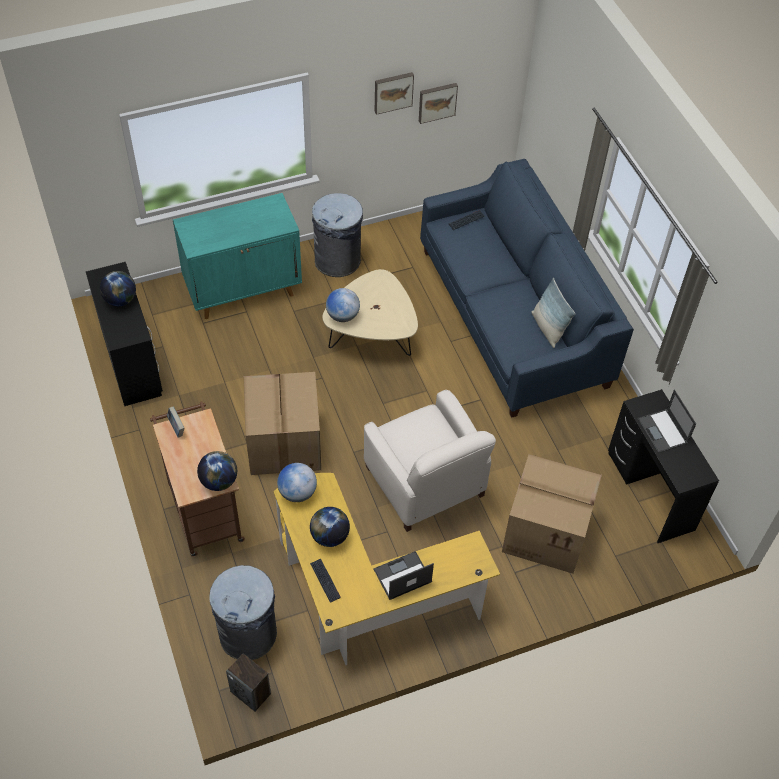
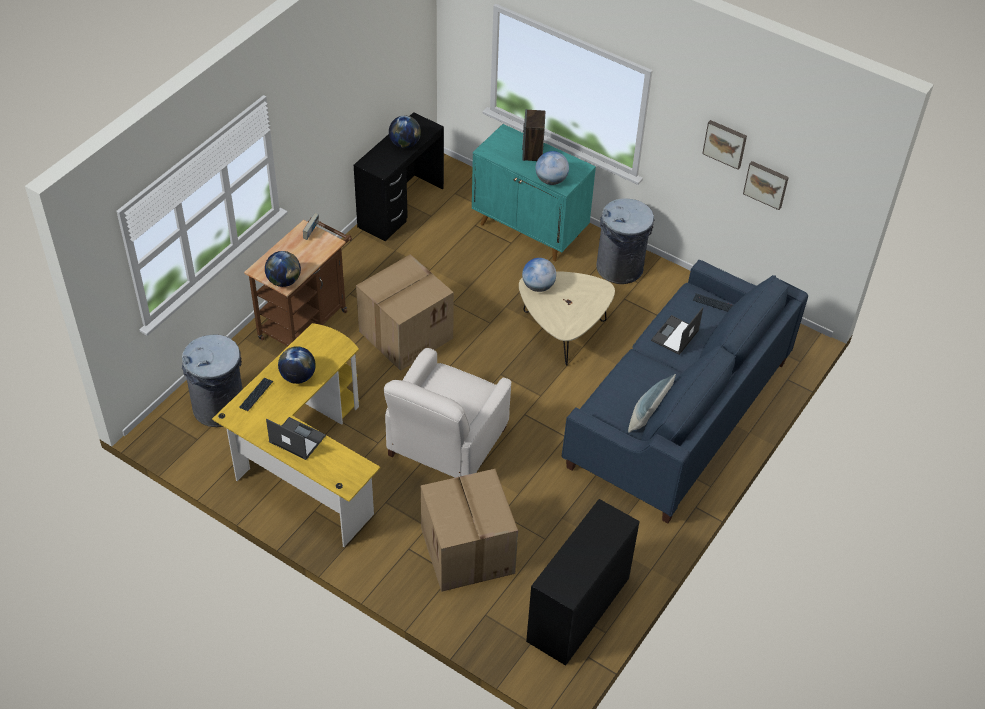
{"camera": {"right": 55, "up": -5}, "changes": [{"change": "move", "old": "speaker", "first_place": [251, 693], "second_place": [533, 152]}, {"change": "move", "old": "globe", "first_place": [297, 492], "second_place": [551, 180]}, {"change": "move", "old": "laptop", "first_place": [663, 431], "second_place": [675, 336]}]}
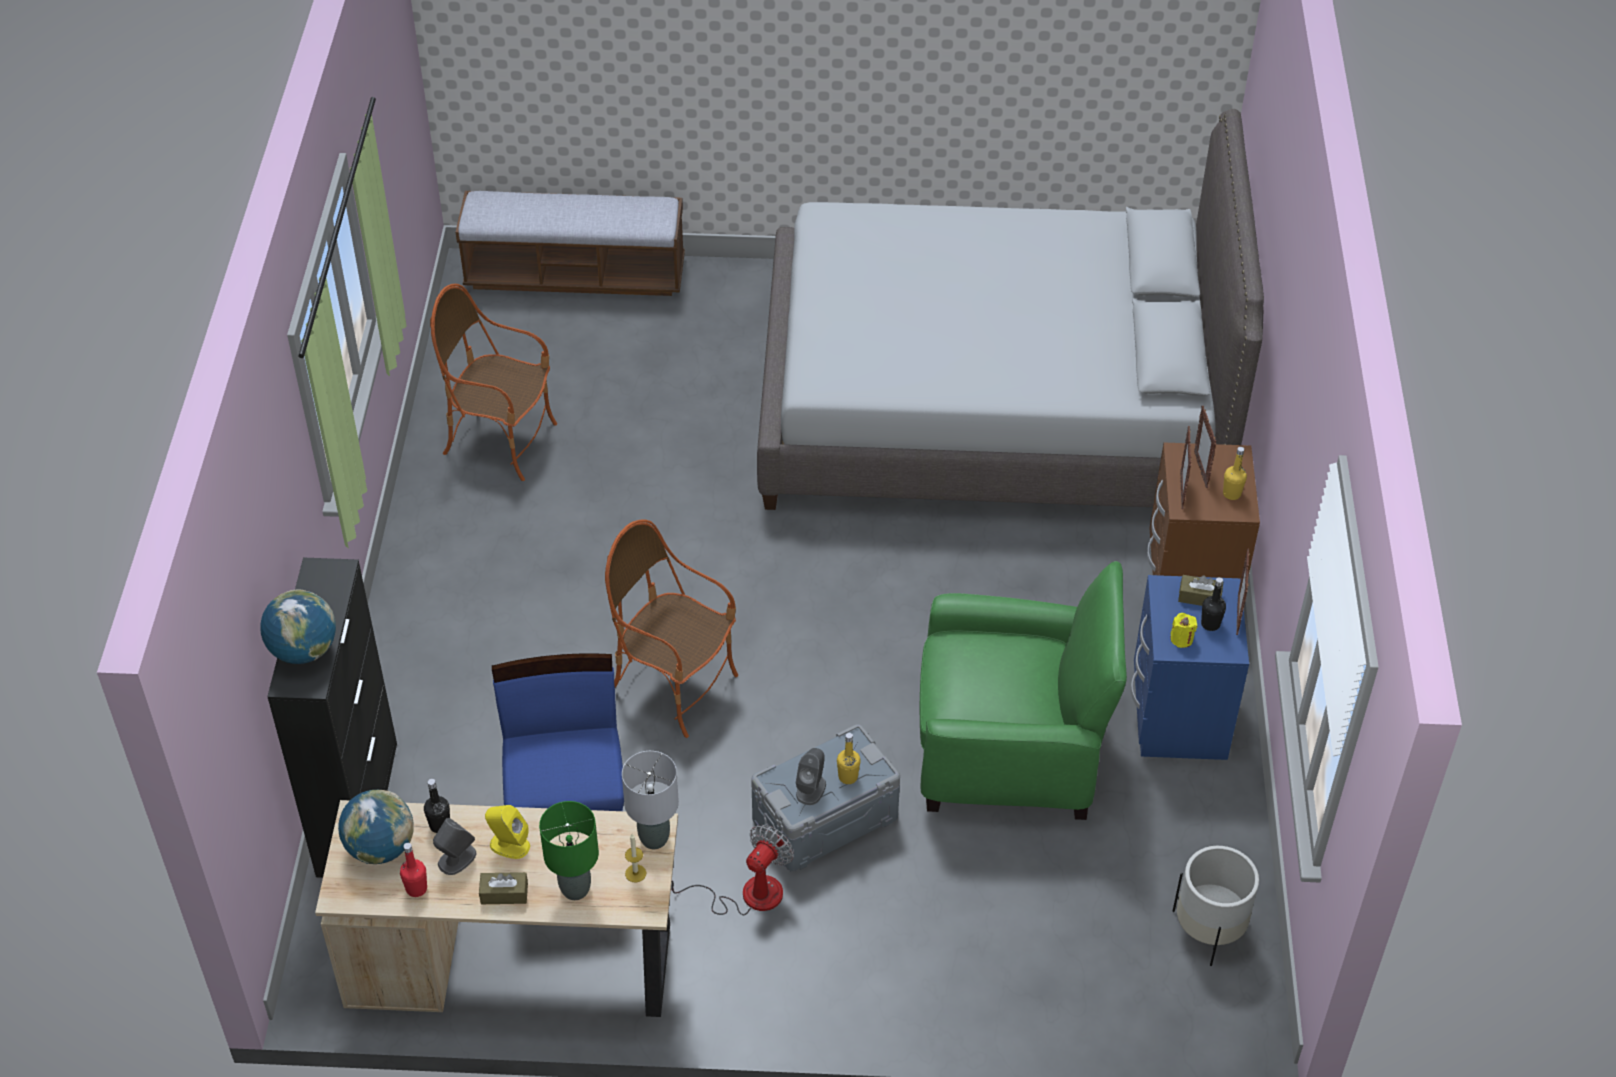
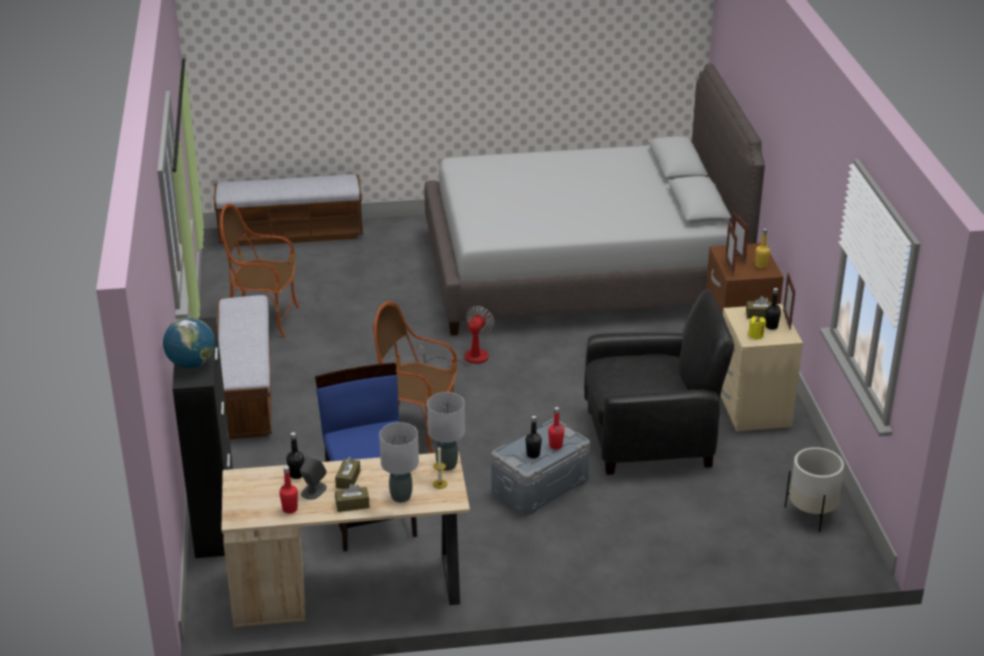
{"camera": {"right": -10, "up": -15}, "changes": [{"change": "delete", "old": "globe", "first_place": [381, 848]}, {"change": "insert", "new": "bench", "second_place": [247, 392]}, {"change": "move", "old": "fan", "first_place": [746, 894], "second_place": [467, 358]}, {"change": "replace", "old": "speaker in yellow", "new": "tissue box in brown", "first_place": [509, 845], "second_place": [348, 479]}, {"change": "replace", "old": "speaker in grey", "new": "bottle in black", "first_place": [811, 789], "second_place": [533, 454]}, {"change": "recolor", "old": "table lamp in green", "new": "table lamp in grey", "first_place": [575, 889], "second_place": [401, 497]}, {"change": "recolor", "old": "bottle in yellow", "new": "bottle in red", "first_place": [848, 777], "second_place": [555, 446]}, {"change": "recolor", "old": "armchair in green", "new": "armchair in black", "first_place": [1010, 750], "second_place": [651, 438]}, {"change": "recolor", "old": "nightstand in blue", "new": "nightstand in beige", "first_place": [1177, 715], "second_place": [752, 408]}]}
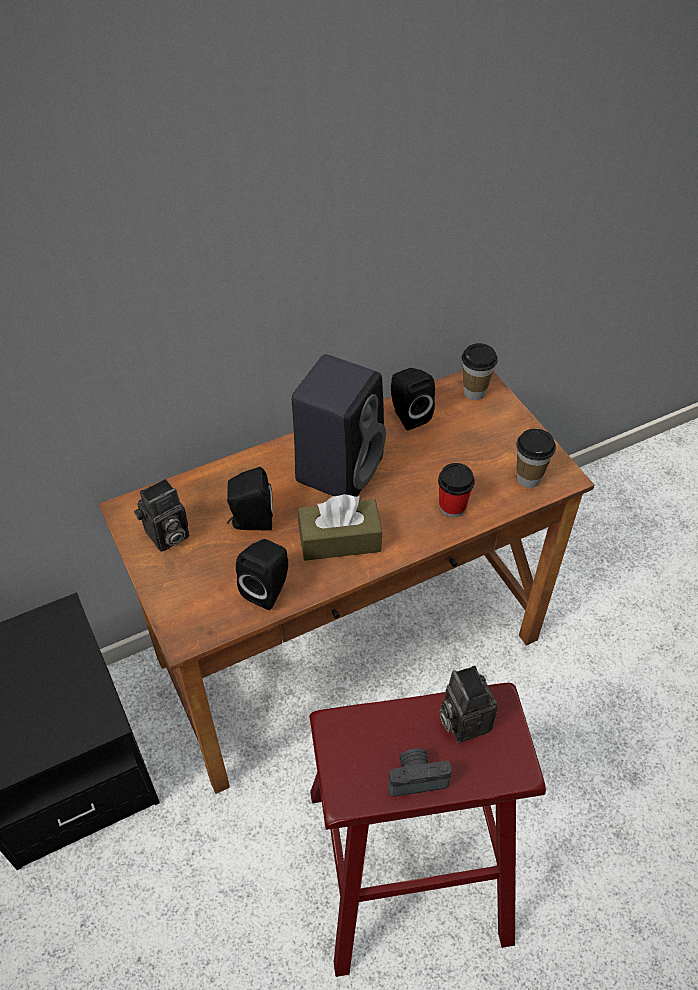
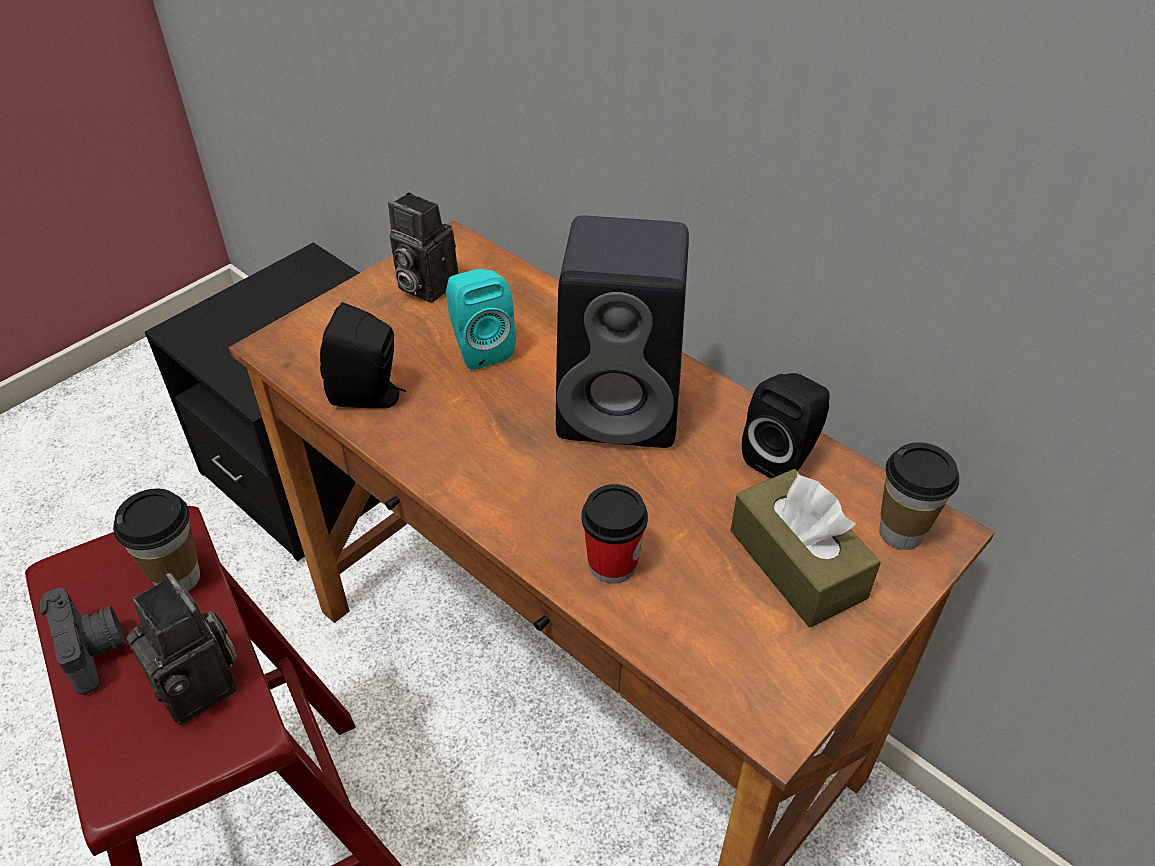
{"camera": {"right": 70, "up": -5}, "changes": [{"change": "move", "old": "tissue box in brown", "first_place": [340, 540], "second_place": [797, 564]}, {"change": "move", "old": "cup", "first_place": [528, 478], "second_place": [178, 578]}, {"change": "recolor", "old": "speaker in black", "new": "speaker in turquoise", "first_place": [250, 521], "second_place": [479, 348]}, {"change": "rotate", "old": "photo camera", "first_place": [462, 719], "second_place": [202, 686], "degrees": 90}]}
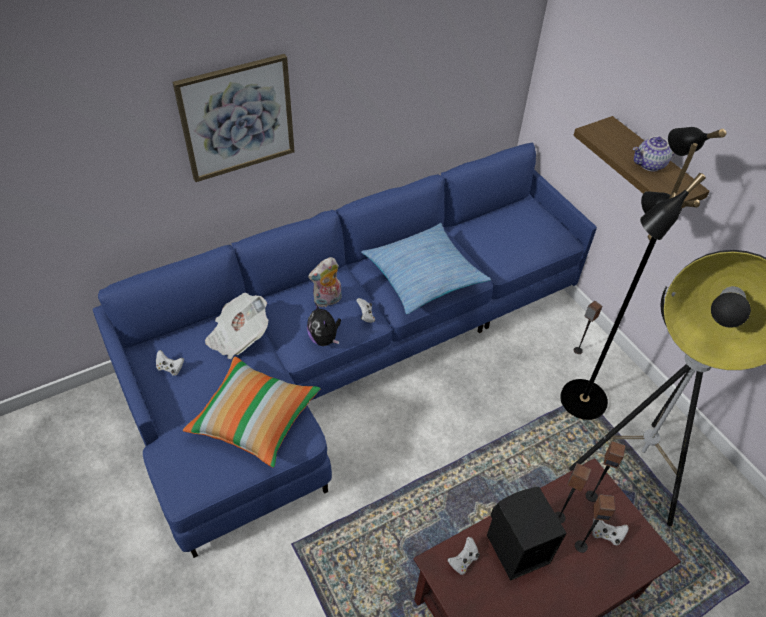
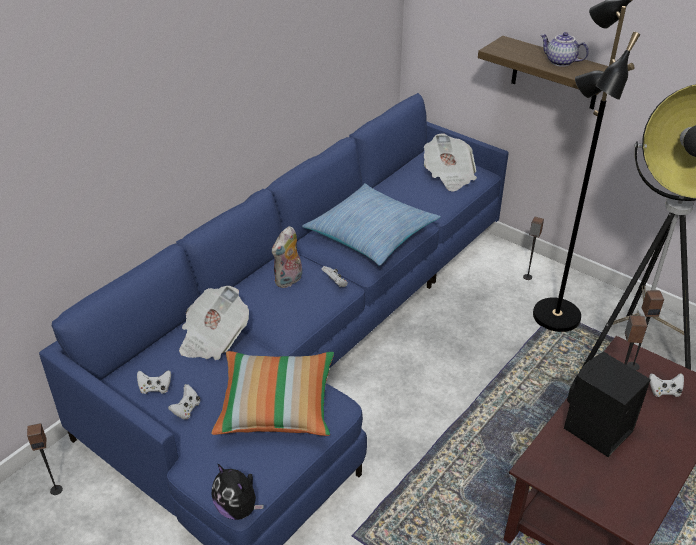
{"camera": {"right": -20, "up": -10}, "changes": [{"change": "delete", "old": "picture", "first_place": [237, 118]}, {"change": "insert", "new": "newspaper", "second_place": [449, 175]}, {"change": "move", "old": "plush toy", "first_place": [324, 339], "second_place": [238, 508]}, {"change": "move", "old": "game controller in white", "first_place": [463, 560], "second_place": [186, 409]}, {"change": "move", "old": "speaker", "first_place": [581, 546], "second_place": [56, 489]}, {"change": "rotate", "old": "teapot", "first_place": [650, 165], "second_place": [560, 62], "degrees": 75}]}
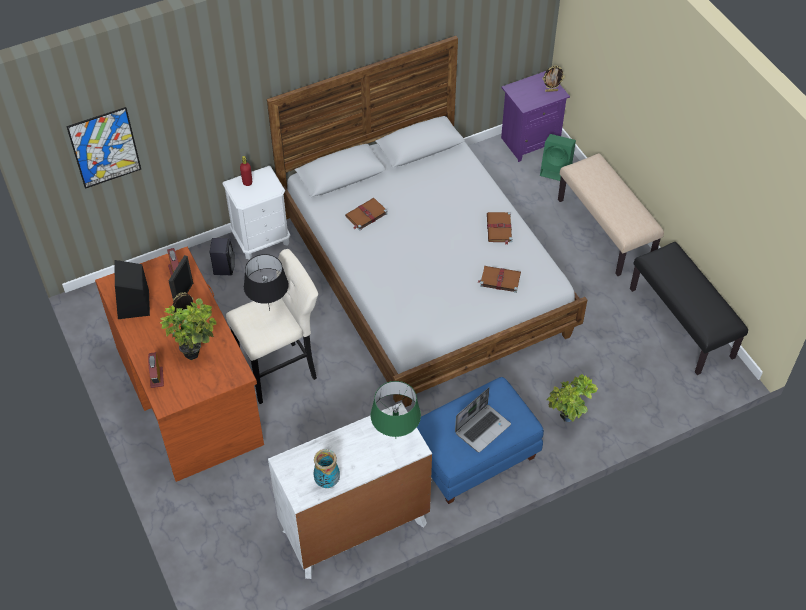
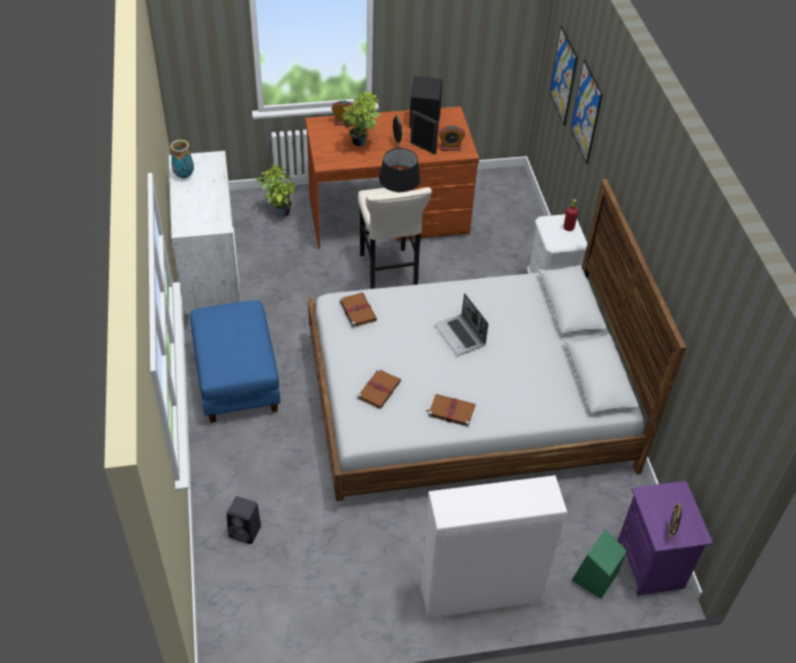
{"camera": {"right": 105, "up": -5}, "changes": [{"change": "delete", "old": "table lamp in green", "first_place": [395, 438]}, {"change": "delete", "old": "bench in black", "first_place": [682, 323]}, {"change": "insert", "new": "picture", "second_place": [586, 112]}, {"change": "move", "old": "speaker in black", "first_place": [224, 266], "second_place": [246, 531]}, {"change": "move", "old": "book in brown", "first_place": [366, 215], "second_place": [357, 310]}, {"change": "move", "old": "laptop", "first_place": [482, 428], "second_place": [461, 336]}, {"change": "move", "old": "potted plant", "first_place": [567, 420], "second_place": [280, 212]}, {"change": "replace", "old": "bench in beige", "new": "dresser in white", "first_place": [605, 230], "second_place": [479, 596]}]}
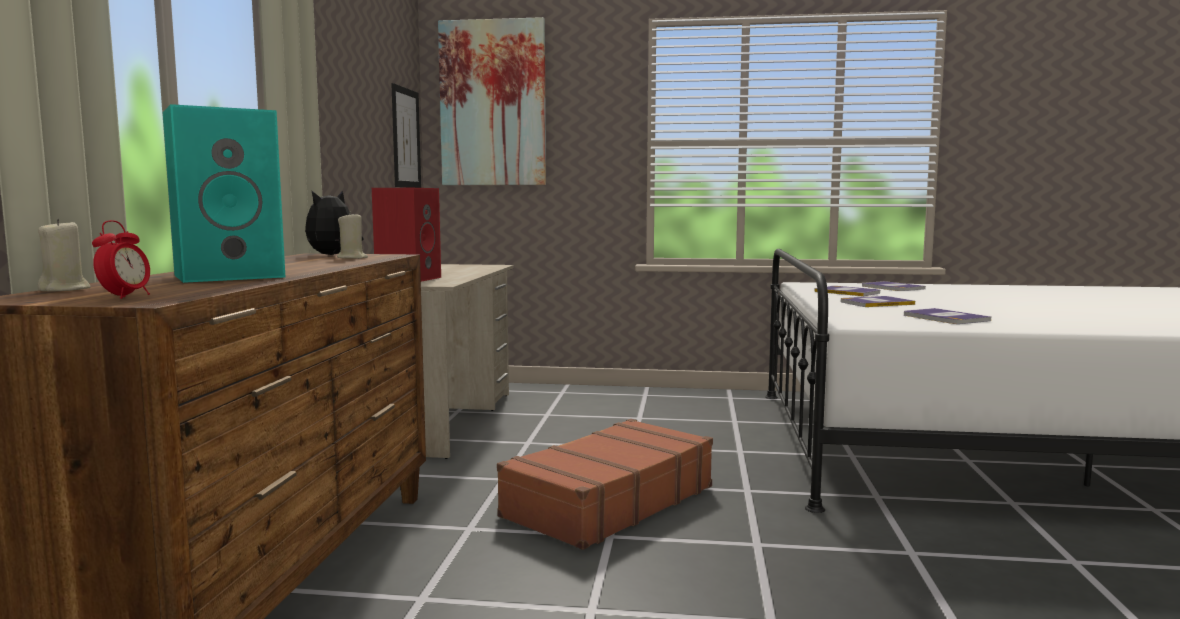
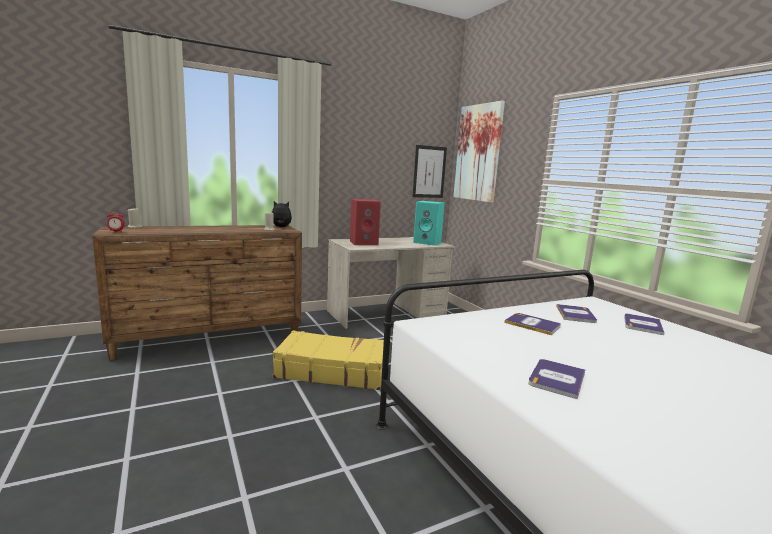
{"camera": {"right": 55, "up": 5}, "changes": [{"change": "move", "old": "speaker in turquoise", "first_place": [232, 276], "second_place": [428, 242]}, {"change": "move", "old": "book", "first_place": [944, 318], "second_place": [557, 378]}, {"change": "recolor", "old": "suitcase in brown", "new": "suitcase in yellow", "first_place": [608, 502], "second_place": [332, 370]}]}
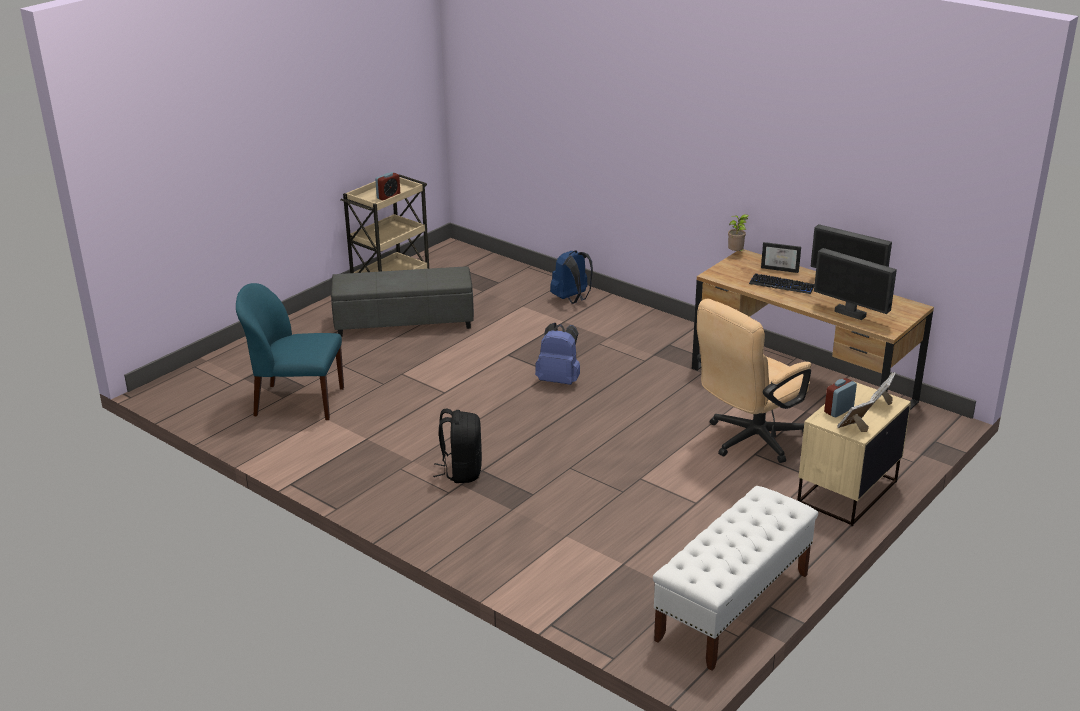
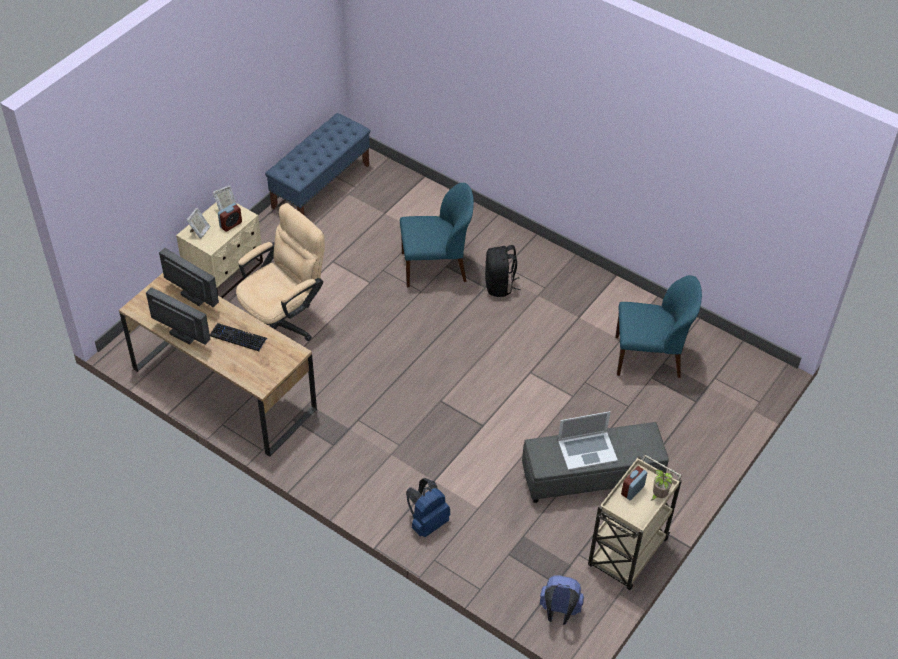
{"camera": {"right": 175, "up": 20}, "changes": [{"change": "delete", "old": "picture frame", "first_place": [781, 268]}, {"change": "insert", "new": "chair in blue", "second_place": [435, 267]}, {"change": "insert", "new": "laptop", "second_place": [587, 450]}, {"change": "move", "old": "backpack in blue", "first_place": [559, 380], "second_place": [559, 612]}, {"change": "move", "old": "potted plant", "first_place": [736, 253], "second_place": [658, 496]}, {"change": "recolor", "old": "bench in white", "new": "bench in blue", "first_place": [733, 607], "second_place": [321, 186]}]}
